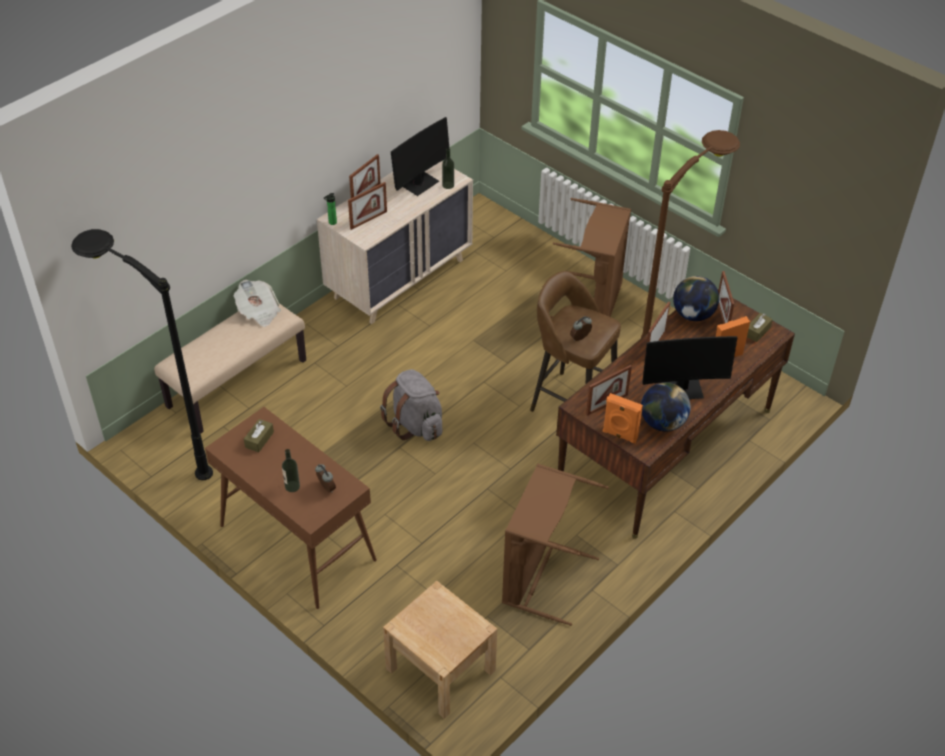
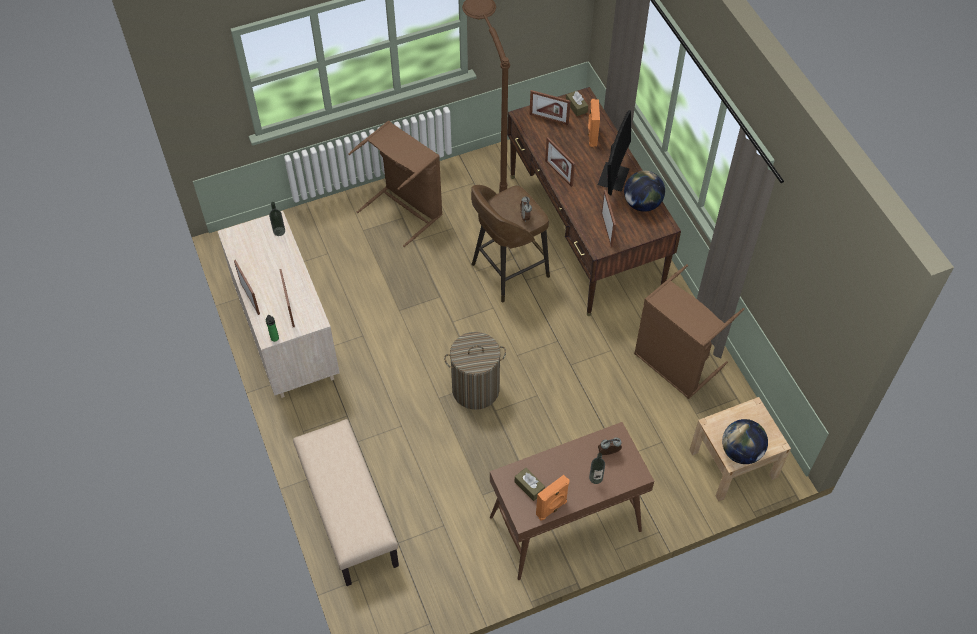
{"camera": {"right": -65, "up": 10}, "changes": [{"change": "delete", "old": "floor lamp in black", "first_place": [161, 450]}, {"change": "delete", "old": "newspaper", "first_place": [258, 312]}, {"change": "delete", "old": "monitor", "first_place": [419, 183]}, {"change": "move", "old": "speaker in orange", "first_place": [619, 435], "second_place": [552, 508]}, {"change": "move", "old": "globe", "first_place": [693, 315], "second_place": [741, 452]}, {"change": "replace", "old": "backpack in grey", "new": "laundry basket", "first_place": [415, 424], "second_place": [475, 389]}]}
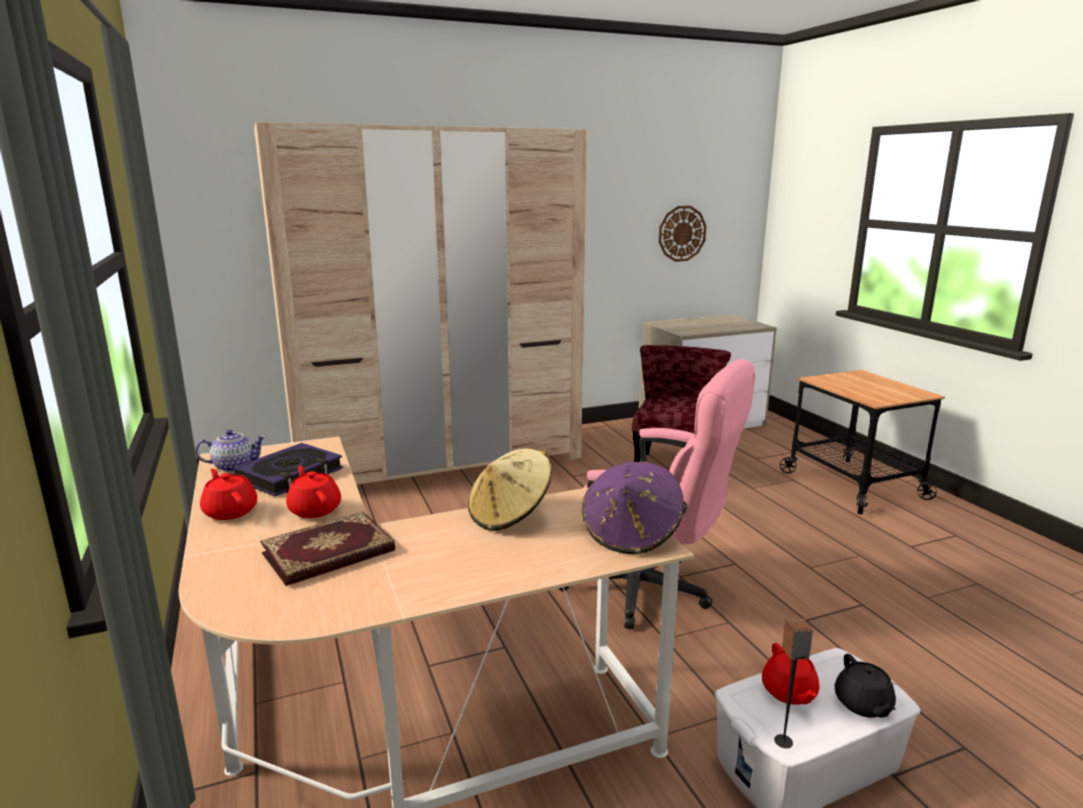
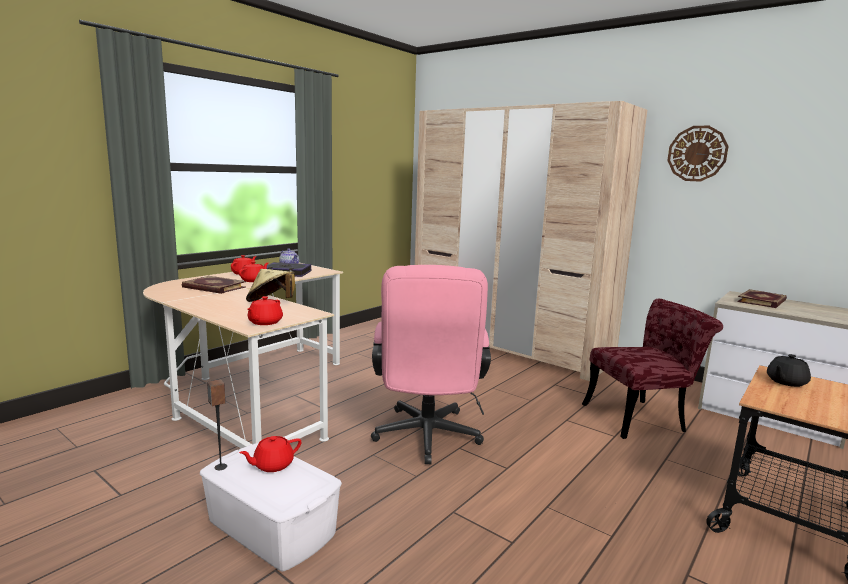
{"camera": {"right": 60, "up": -5}, "changes": [{"change": "insert", "new": "book", "second_place": [762, 301]}, {"change": "move", "old": "wall clock", "first_place": [682, 233], "second_place": [697, 153]}, {"change": "move", "old": "teapot in black", "first_place": [863, 704], "second_place": [785, 382]}, {"change": "replace", "old": "hat in purple", "new": "teapot in red", "first_place": [631, 534], "second_place": [264, 322]}]}
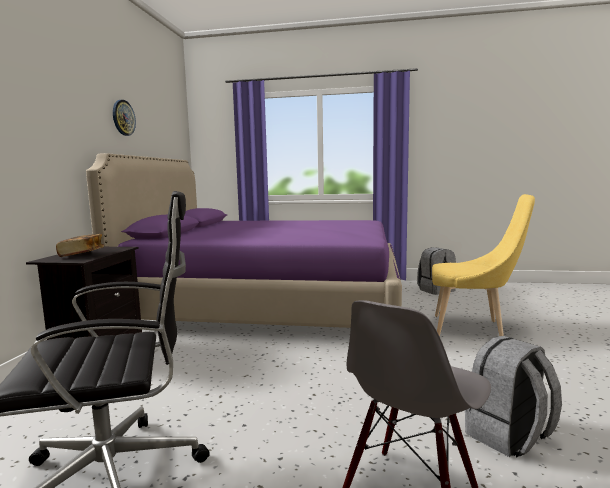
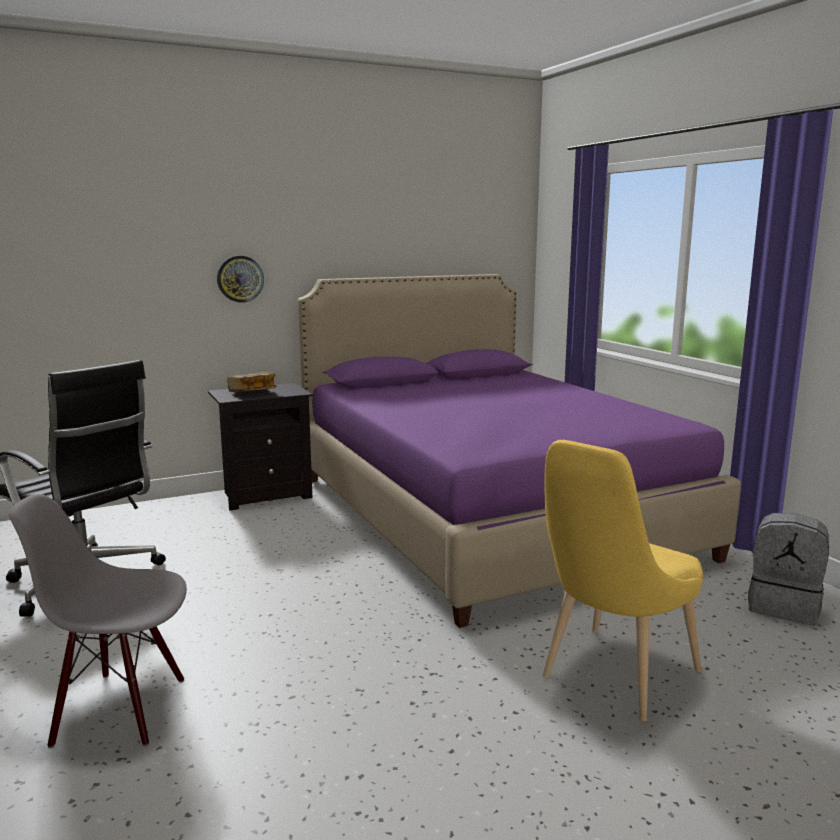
{"camera": {"right": 55, "up": 5}, "changes": [{"change": "delete", "old": "backpack in grey", "first_place": [508, 436]}, {"change": "move", "old": "wall clock", "first_place": [123, 117], "second_place": [240, 279]}, {"change": "rotate", "old": "chair in yellow", "first_place": [473, 329], "second_place": [613, 678], "degrees": 60}]}
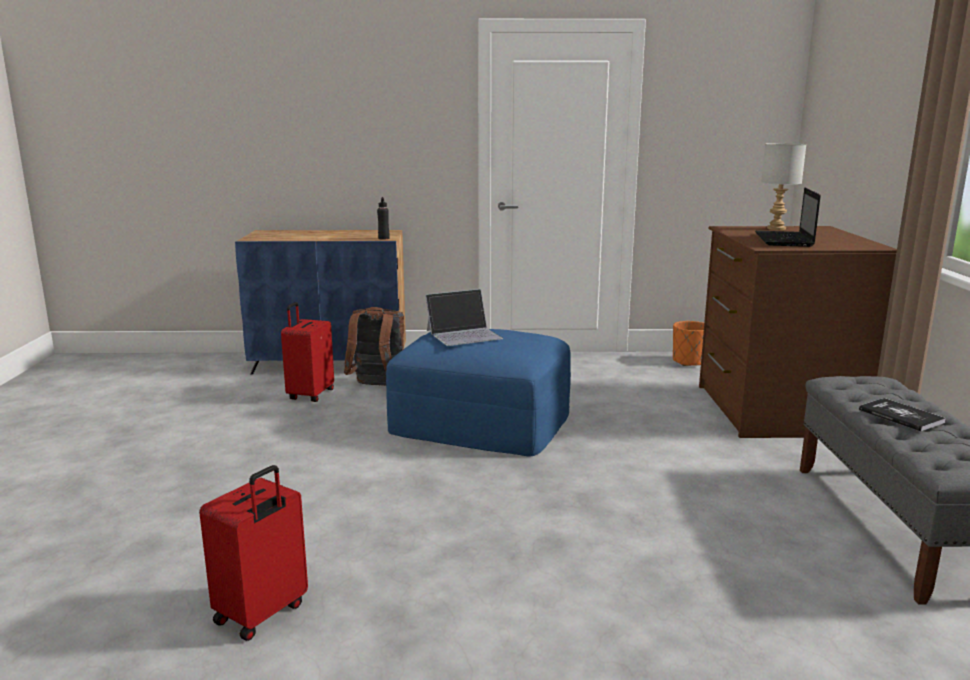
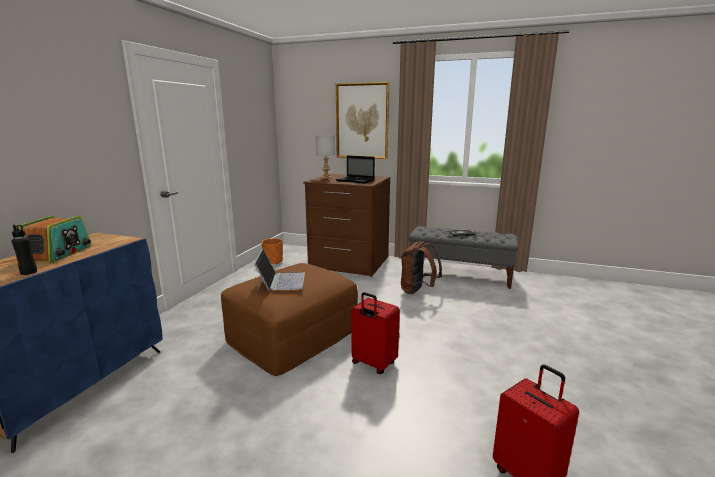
{"camera": {"right": -70, "up": 0}, "changes": [{"change": "insert", "new": "radio", "second_place": [59, 253]}, {"change": "insert", "new": "picture", "second_place": [362, 121]}, {"change": "move", "old": "suitcase in red", "first_place": [310, 395], "second_place": [373, 364]}, {"change": "move", "old": "backpack in brown", "first_place": [377, 387], "second_place": [418, 291]}, {"change": "move", "old": "bottle in black", "first_place": [383, 238], "second_place": [29, 272]}, {"change": "recolor", "old": "ottoman in blue", "new": "ottoman in brown", "first_place": [482, 421], "second_place": [292, 334]}]}
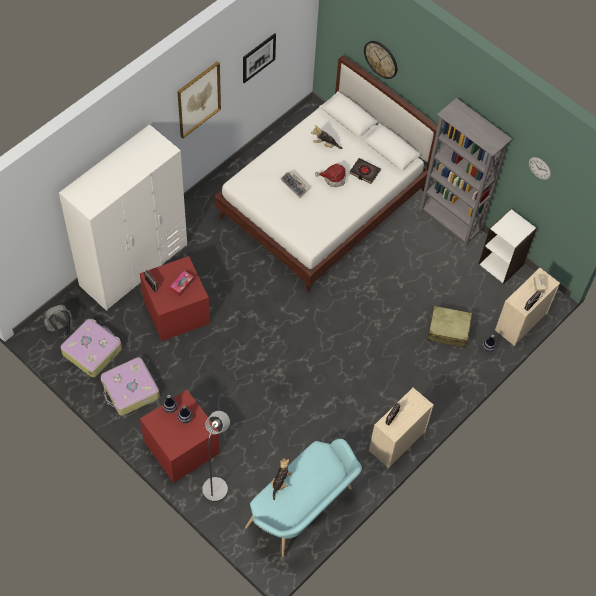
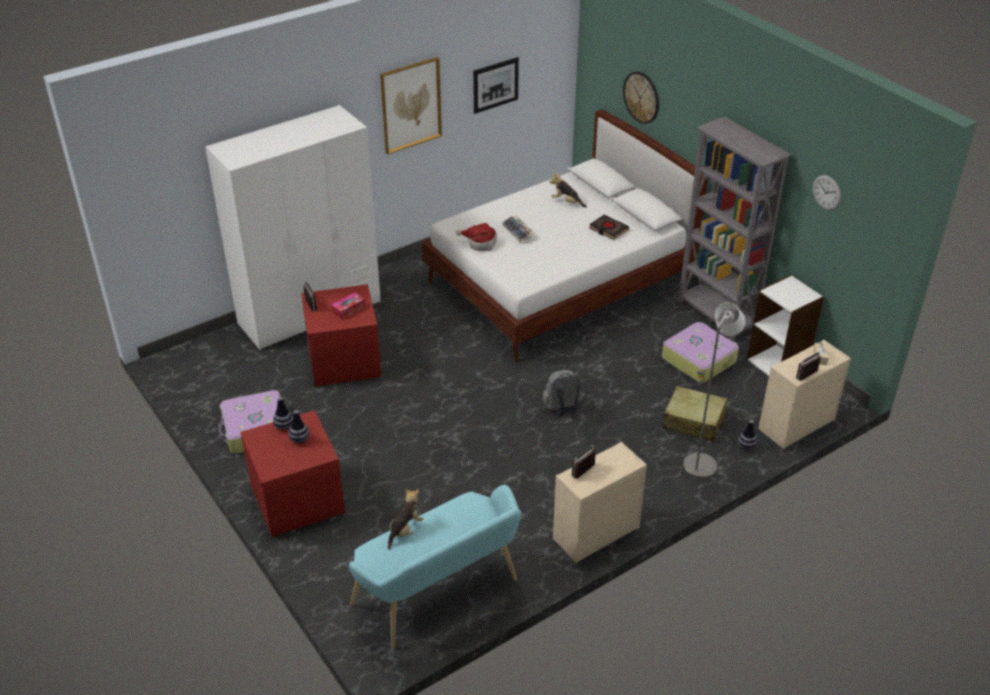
{"camera": {"right": 15, "up": -20}, "changes": [{"change": "move", "old": "backpack in grey", "first_place": [61, 328], "second_place": [562, 410]}, {"change": "move", "old": "suitcase", "first_place": [92, 351], "second_place": [699, 359]}, {"change": "move", "old": "floor lamp in grey", "first_place": [217, 485], "second_place": [702, 462]}, {"change": "move", "old": "hat", "first_place": [333, 178], "second_place": [480, 243]}]}
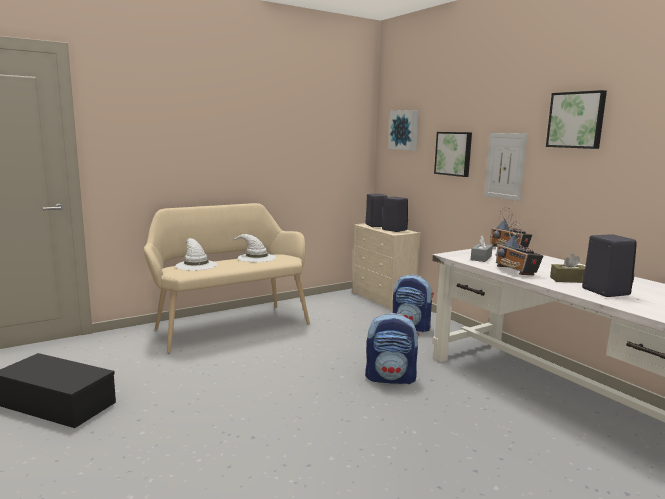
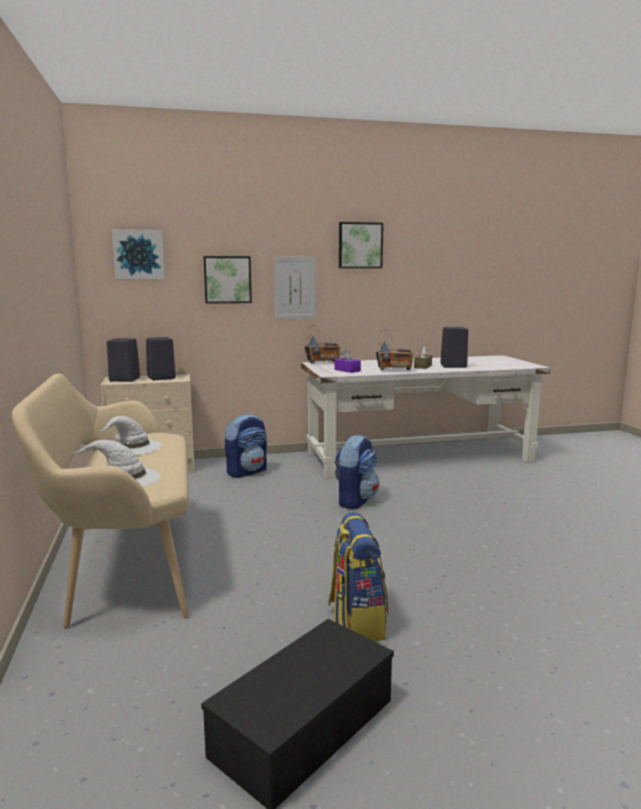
{"camera": {"right": -70, "up": 0}, "changes": [{"change": "insert", "new": "backpack", "second_place": [356, 621]}, {"change": "recolor", "old": "tissue box in grey", "new": "tissue box in purple", "first_place": [481, 258], "second_place": [347, 370]}]}
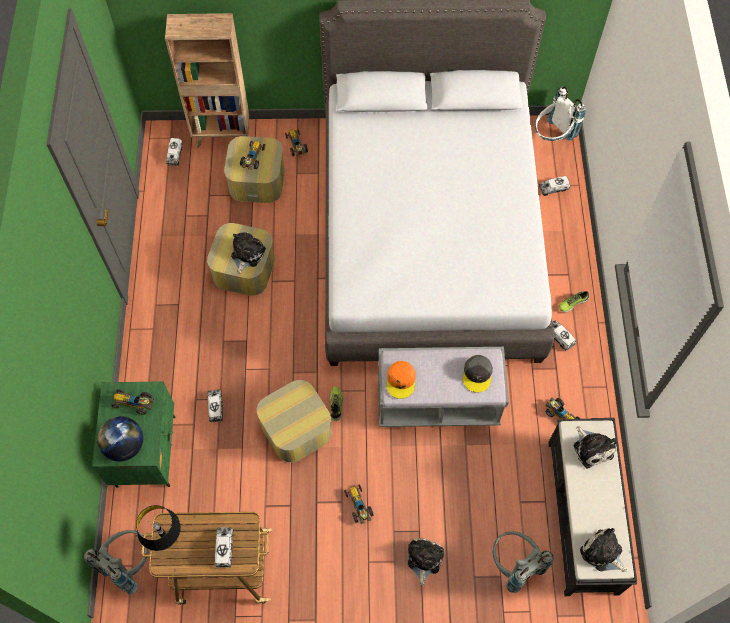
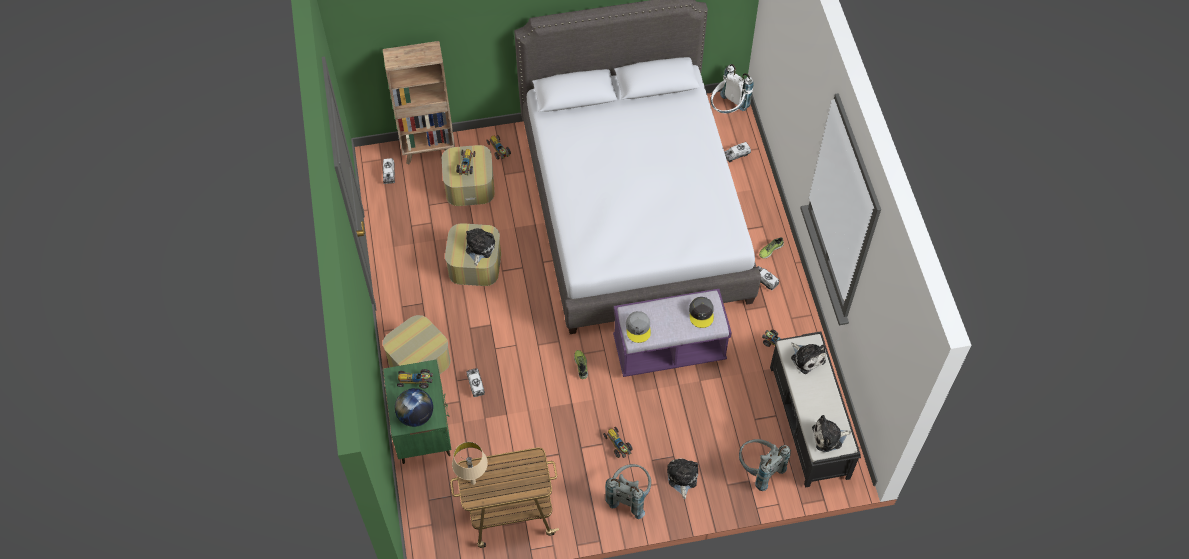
{"camera": {"right": -10, "up": -5}, "changes": [{"change": "delete", "old": "toy truck", "first_place": [224, 548]}, {"change": "move", "old": "backpack in grey", "first_place": [128, 563], "second_place": [629, 496]}, {"change": "move", "old": "ottoman", "first_place": [296, 428], "second_place": [419, 360]}, {"change": "recolor", "old": "table lamp in black", "new": "table lamp in beige", "first_place": [169, 542], "second_place": [473, 482]}, {"change": "recolor", "old": "bench in grey", "new": "bench in purple", "first_place": [437, 402], "second_place": [669, 349]}, {"change": "recolor", "old": "cap in orange", "new": "cap in grey", "first_place": [401, 380], "second_place": [638, 328]}, {"change": "rotate", "old": "plush toy", "first_place": [602, 553], "second_place": [829, 437], "degrees": -45}]}
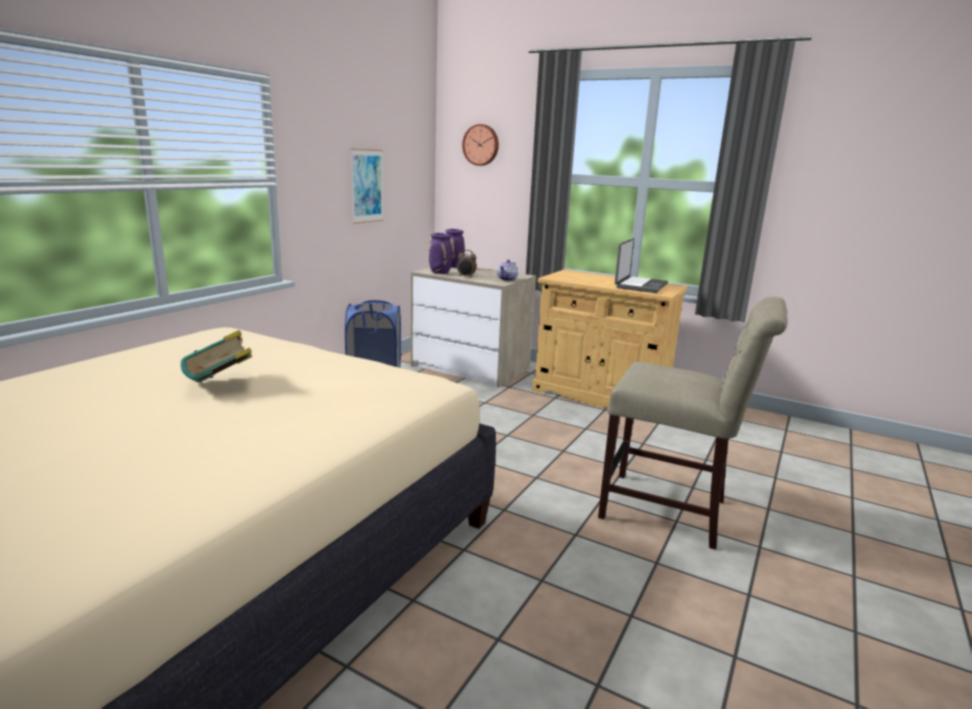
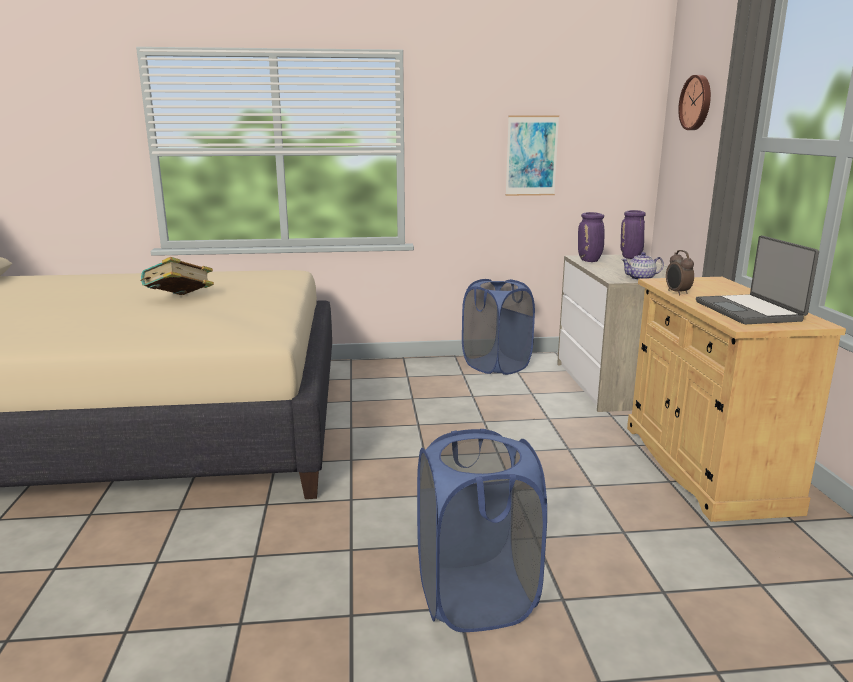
{"camera": {"right": 55, "up": 0}, "changes": [{"change": "move", "old": "alarm clock", "first_place": [466, 276], "second_place": [677, 293]}, {"change": "replace", "old": "chair in beige", "new": "laundry basket in blue", "first_place": [671, 511], "second_place": [475, 598]}, {"change": "rotate", "old": "laptop", "first_place": [640, 286], "second_place": [750, 311], "degrees": 90}]}
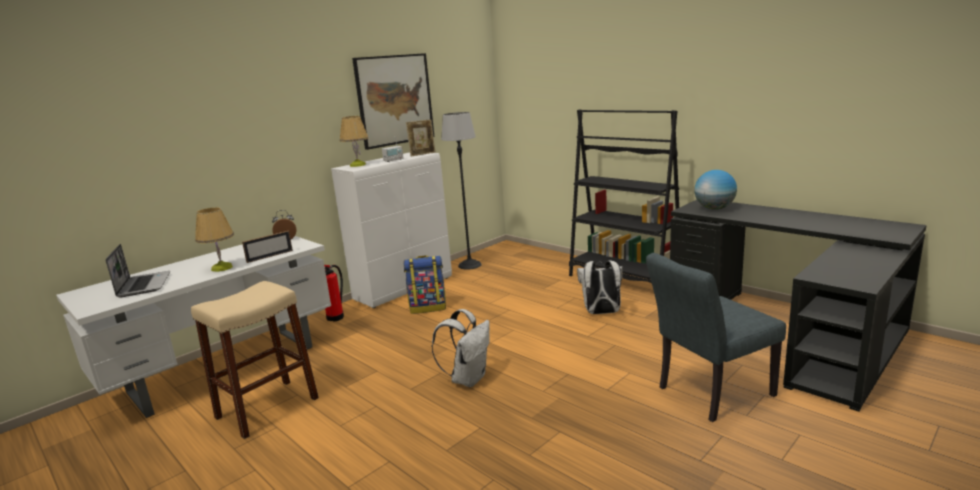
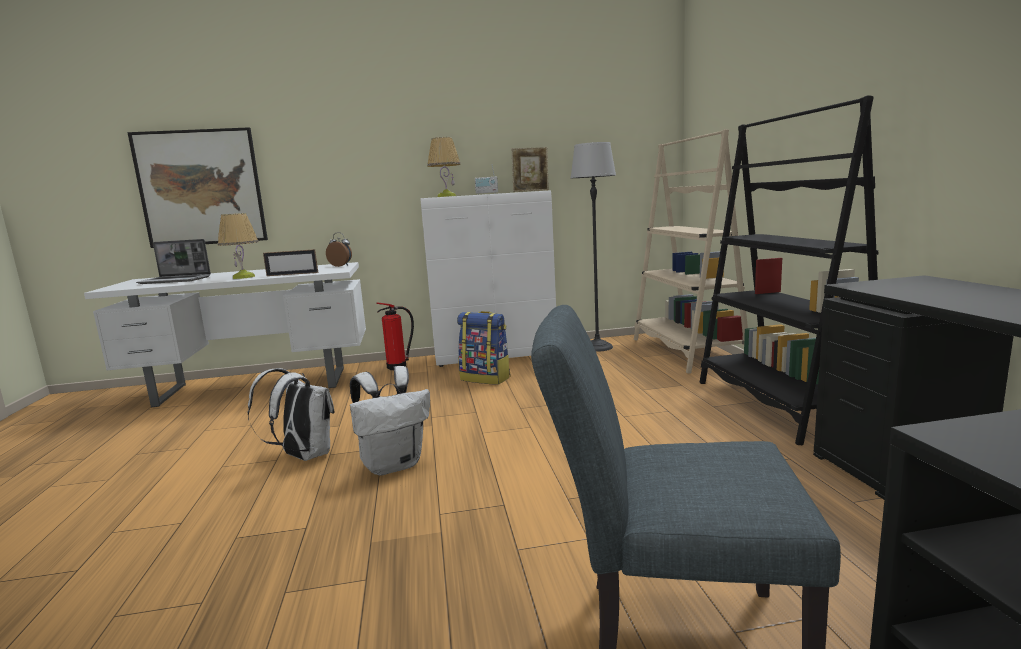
{"camera": {"right": 35, "up": -5}, "changes": [{"change": "delete", "old": "stool in beige", "first_place": [267, 408]}, {"change": "delete", "old": "globe", "first_place": [714, 208]}, {"change": "insert", "new": "bookcase in beige", "second_place": [686, 351]}, {"change": "move", "old": "picture", "first_place": [394, 100], "second_place": [201, 188]}, {"change": "move", "old": "backpack in white", "first_place": [601, 313], "second_place": [303, 456]}, {"change": "rotate", "old": "laptop", "first_place": [144, 285], "second_place": [176, 280], "degrees": 75}]}
